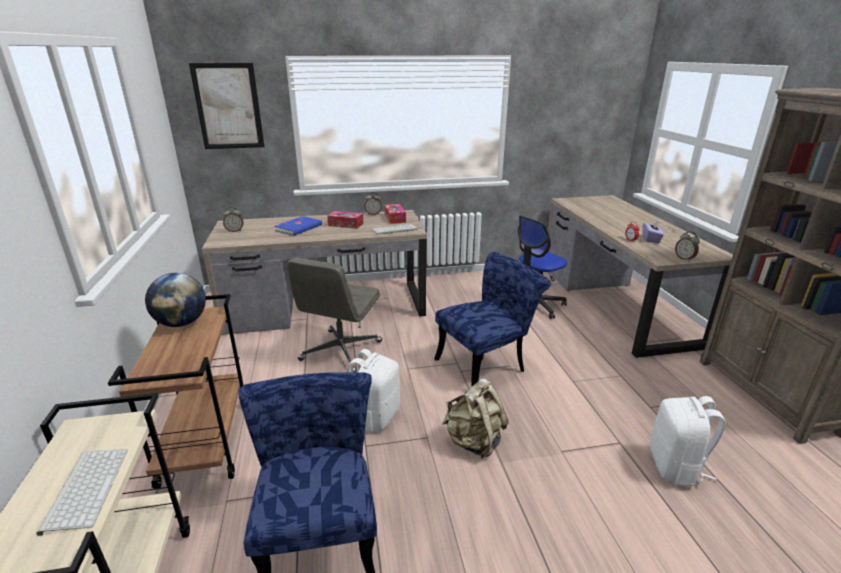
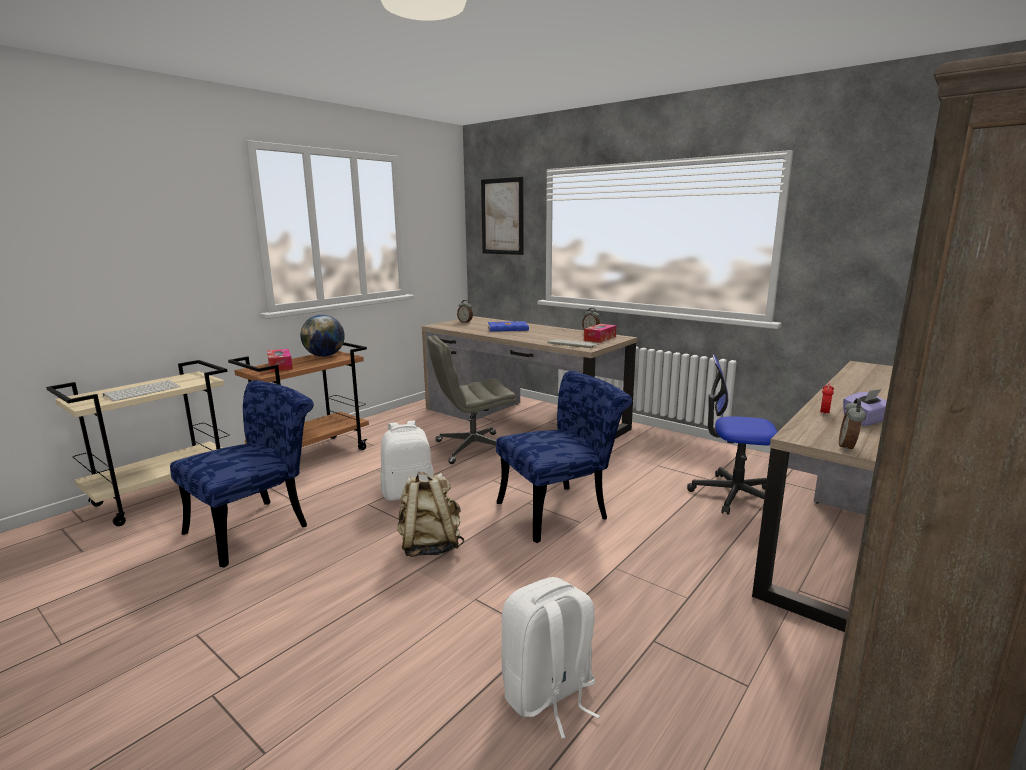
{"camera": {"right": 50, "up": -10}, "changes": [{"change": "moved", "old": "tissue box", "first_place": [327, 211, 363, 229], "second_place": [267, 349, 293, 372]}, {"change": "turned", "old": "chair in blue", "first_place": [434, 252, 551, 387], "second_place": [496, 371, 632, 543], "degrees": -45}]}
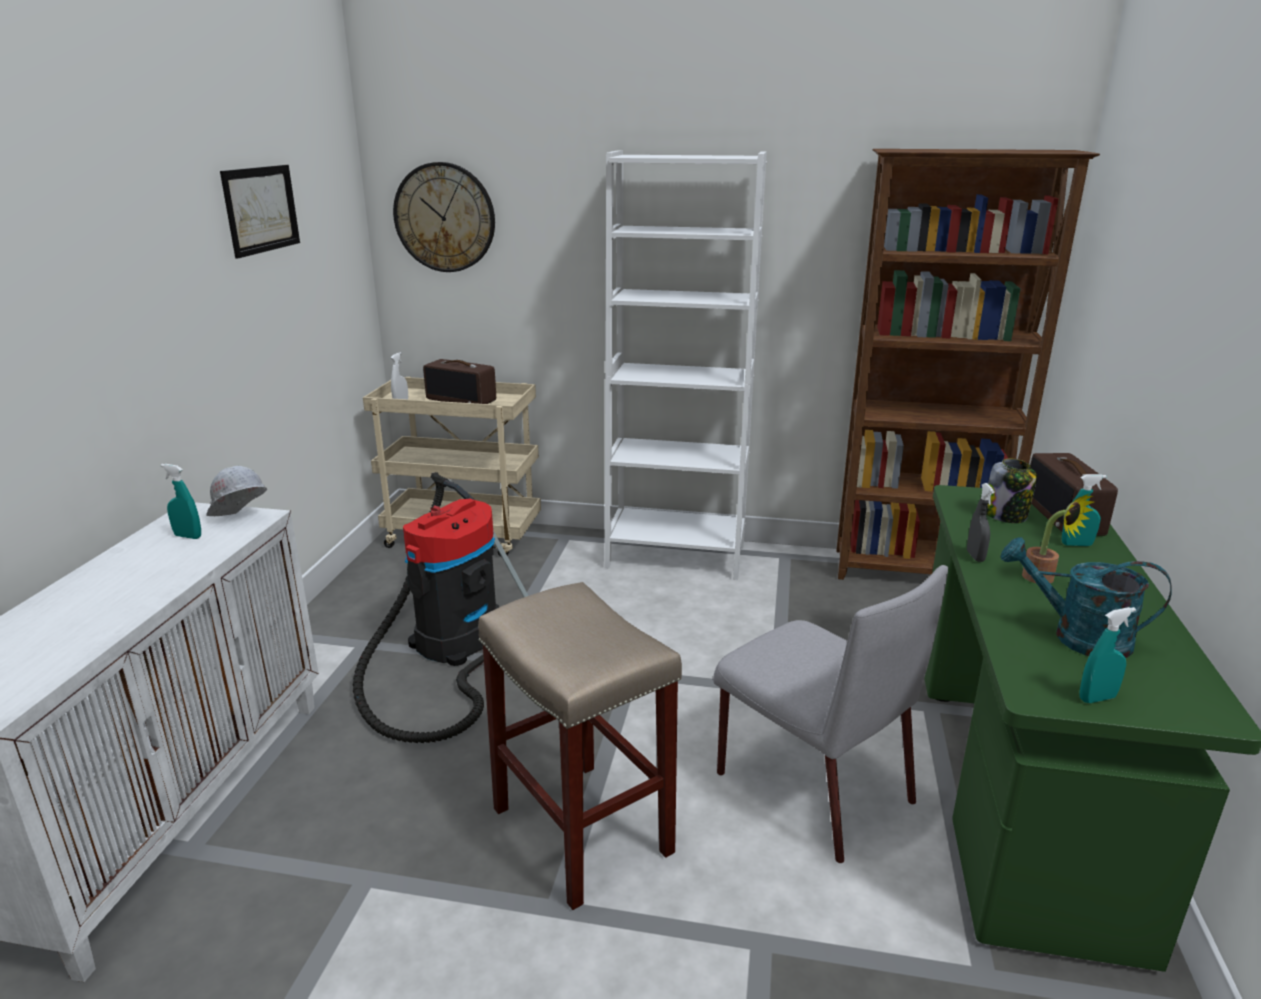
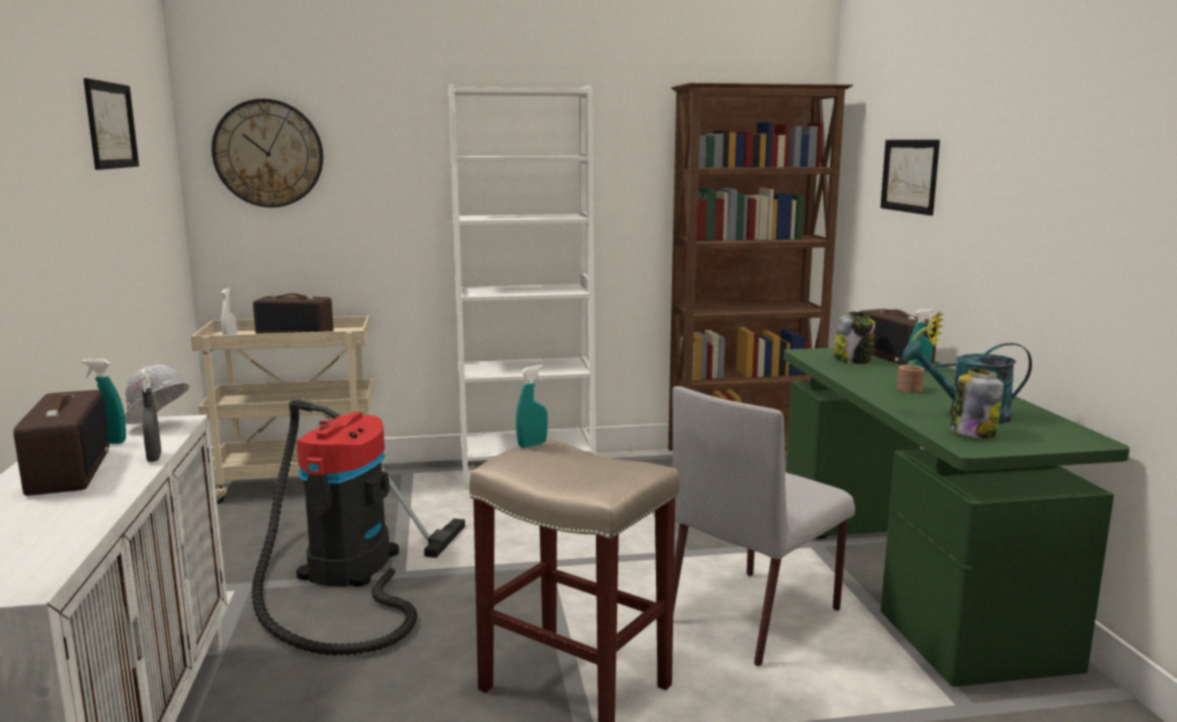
{"camera": {"right": -20, "up": -10}, "changes": [{"change": "moved", "old": "spray bottle in grey", "first_place": [967, 483, 995, 562], "second_place": [140, 369, 161, 462]}, {"change": "turned", "old": "chair in grey", "first_place": [713, 565, 948, 863], "second_place": [672, 386, 855, 666], "degrees": 105}, {"change": "moved", "old": "spray bottle in turquoise", "first_place": [1079, 607, 1136, 703], "second_place": [516, 365, 548, 448]}, {"change": "added", "new": "picture", "second_place": [880, 140, 940, 216]}, {"change": "added", "new": "jar", "second_place": [950, 369, 1004, 438]}, {"change": "added", "new": "radio", "second_place": [13, 390, 109, 496]}]}
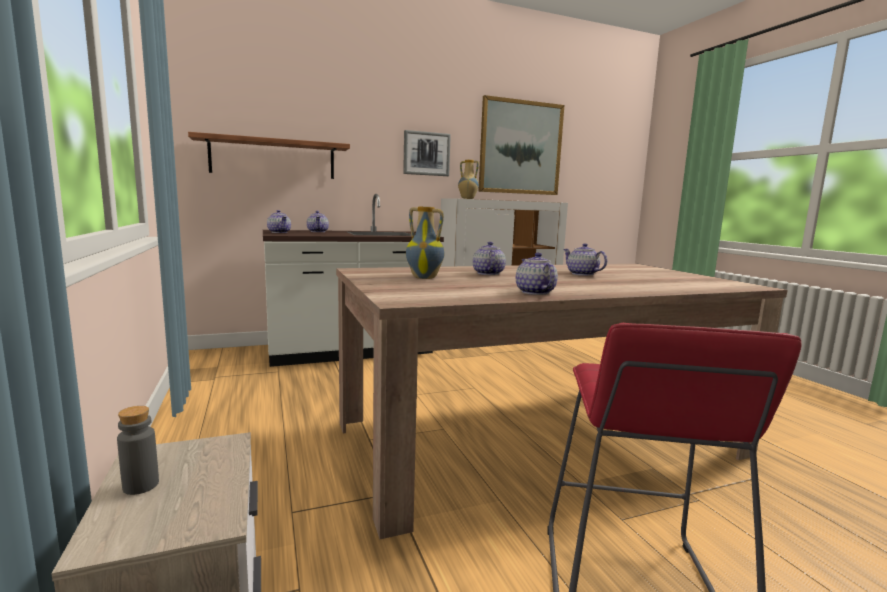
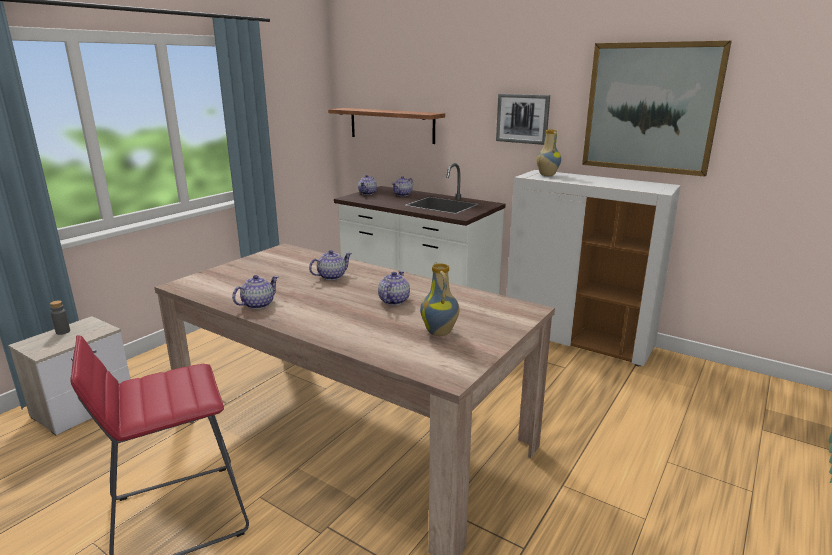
{"camera": {"right": 55, "up": 10}, "changes": [{"change": "moved", "old": "vase", "first_place": [406, 207, 444, 279], "second_place": [420, 262, 459, 336]}]}
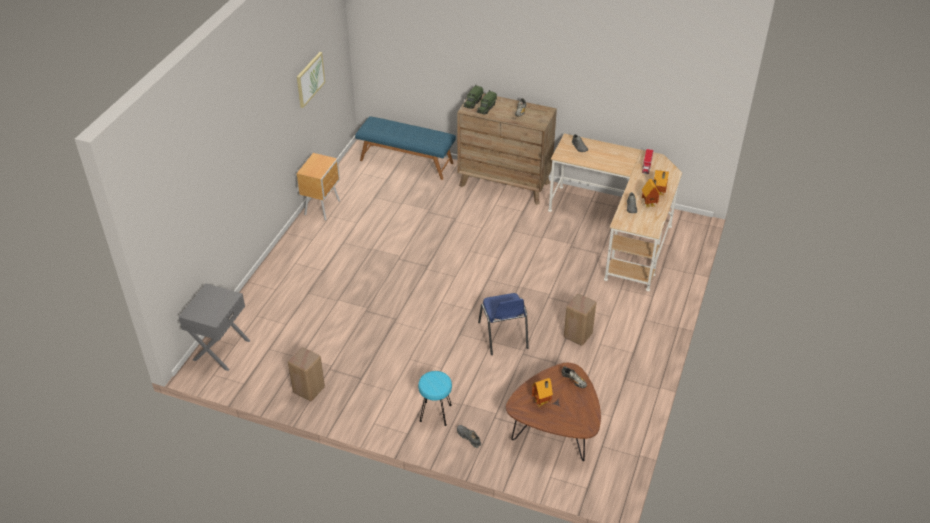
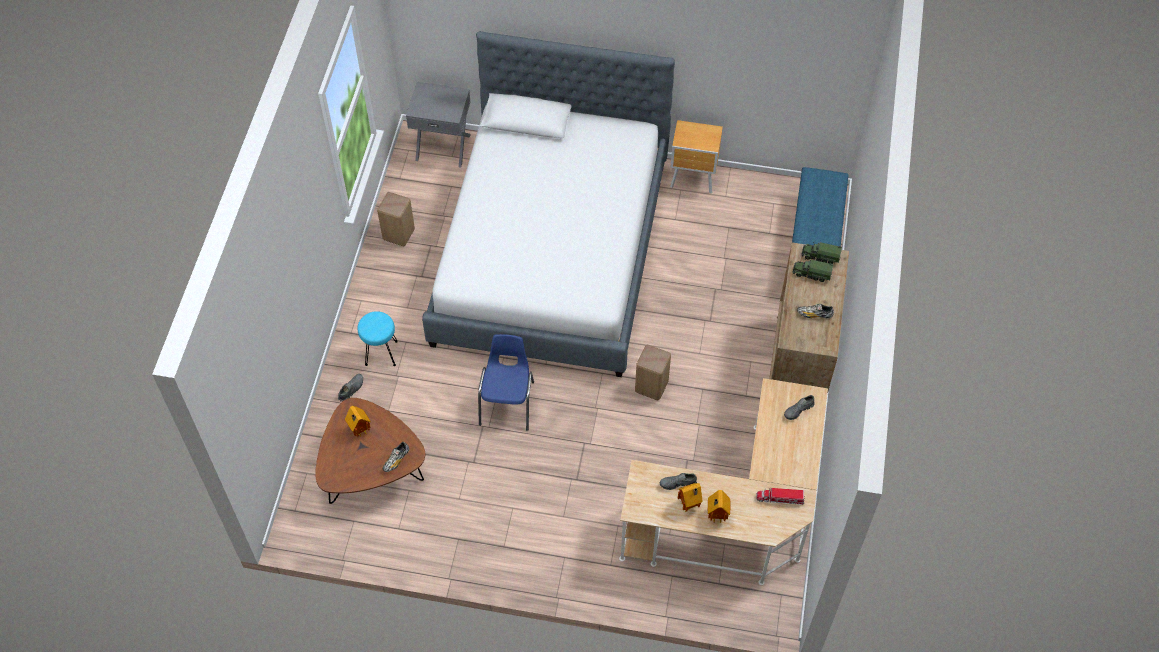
{"camera": {"right": 80, "up": 15}, "changes": [{"change": "removed", "old": "picture", "first_place": [297, 52, 325, 108]}, {"change": "turned", "old": "chair in blue", "first_place": [478, 293, 529, 355], "second_place": [478, 334, 534, 431], "degrees": 120}, {"change": "moved", "old": "stool in beige", "first_place": [564, 294, 596, 346], "second_place": [635, 345, 671, 400]}, {"change": "added", "new": "bed", "second_place": [422, 31, 675, 377]}]}
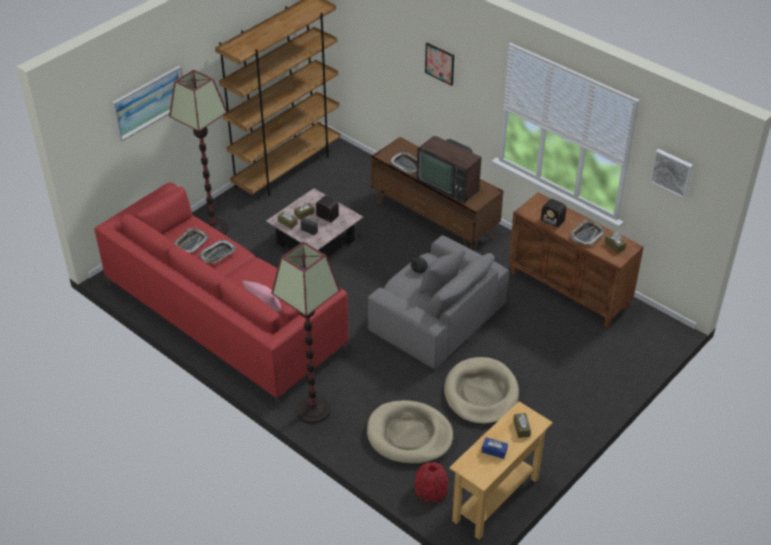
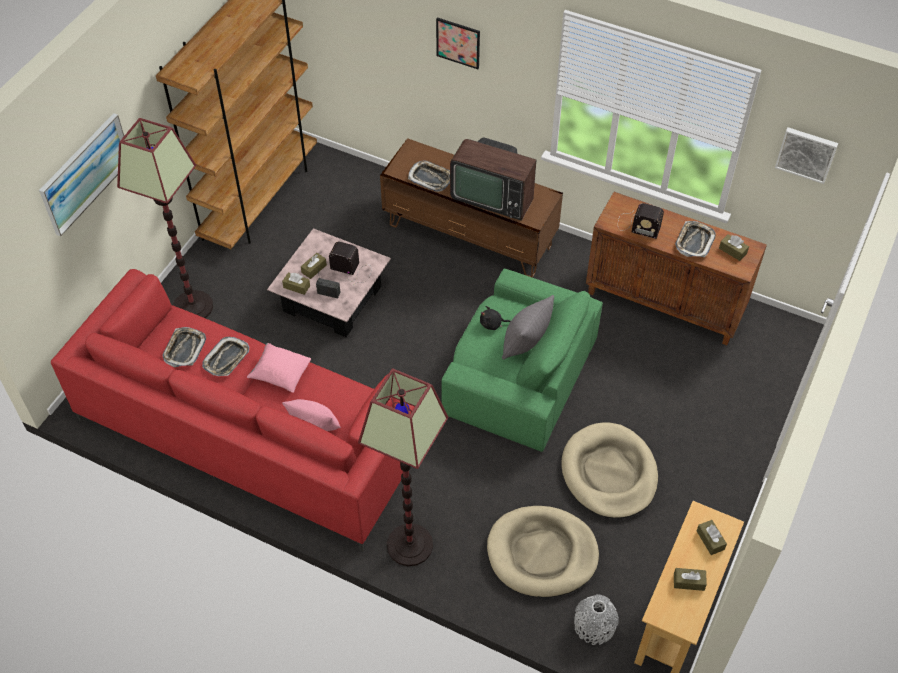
{"camera": {"right": -15, "up": 10}, "changes": [{"change": "recoloured", "old": "armchair in grey", "new": "armchair in green", "first_place": [368, 235, 509, 369], "second_place": [441, 268, 603, 452]}, {"change": "recoloured", "old": "tissue box in blue", "new": "tissue box in brown", "first_place": [482, 437, 508, 459], "second_place": [674, 568, 707, 591]}, {"change": "recoloured", "old": "vase in red", "new": "vase in grey", "first_place": [415, 462, 448, 503], "second_place": [574, 594, 619, 645]}, {"change": "added", "new": "pillow in pink", "second_place": [247, 343, 311, 393]}]}
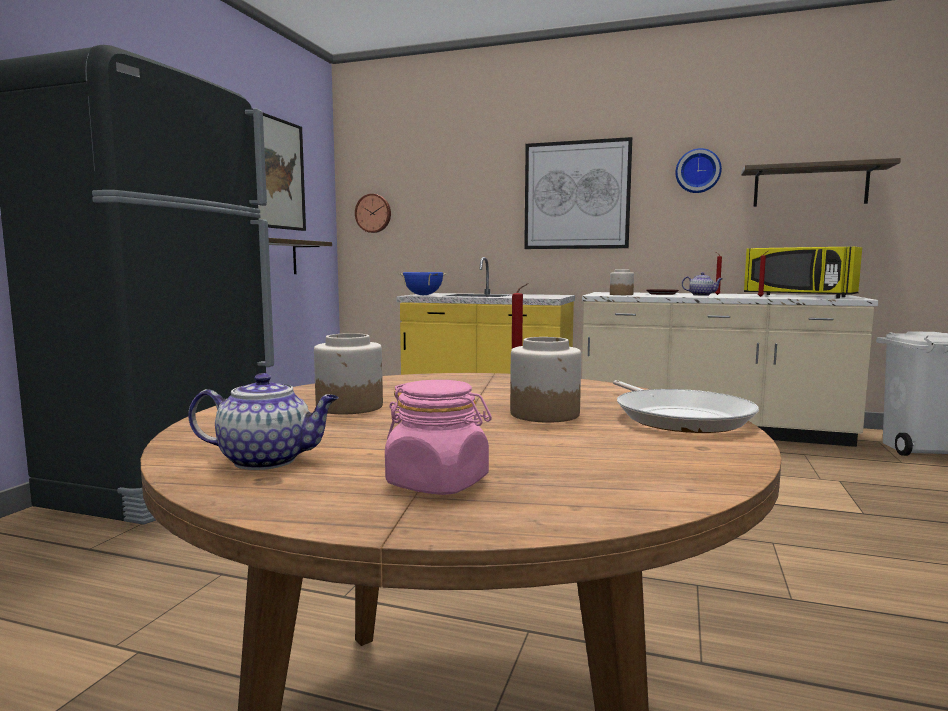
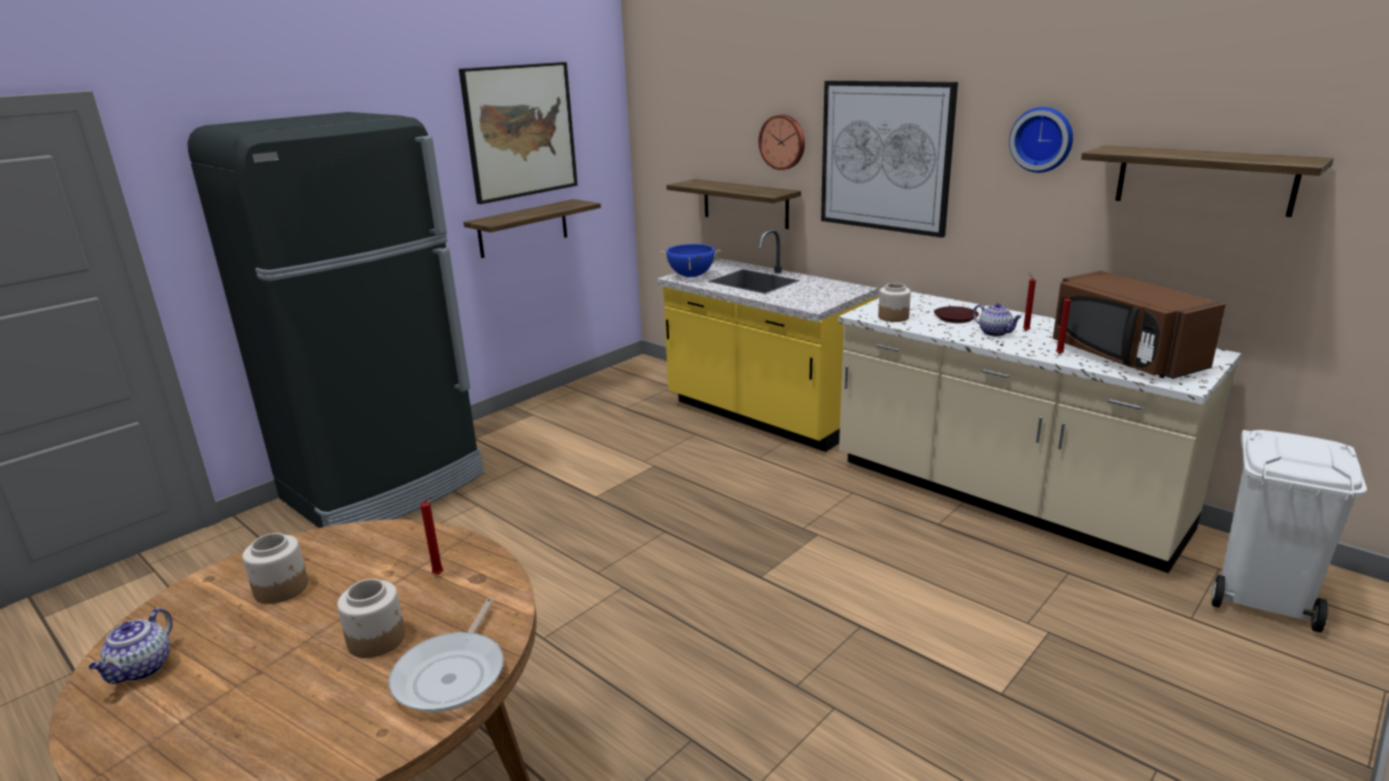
{"camera": {"right": 25, "up": 15}, "changes": [{"change": "moved", "old": "wall clock", "first_place": [355, 194, 391, 233], "second_place": [759, 115, 805, 170]}, {"change": "recoloured", "old": "microwave in yellow", "new": "microwave in brown", "first_place": [744, 247, 862, 298], "second_place": [1053, 271, 1226, 379]}, {"change": "turned", "old": "teapot", "first_place": [188, 373, 339, 470], "second_place": [89, 608, 173, 684], "degrees": 75}, {"change": "removed", "old": "jar in pink", "first_place": [385, 380, 492, 495]}, {"change": "added", "new": "shelf", "second_place": [666, 179, 801, 229]}]}
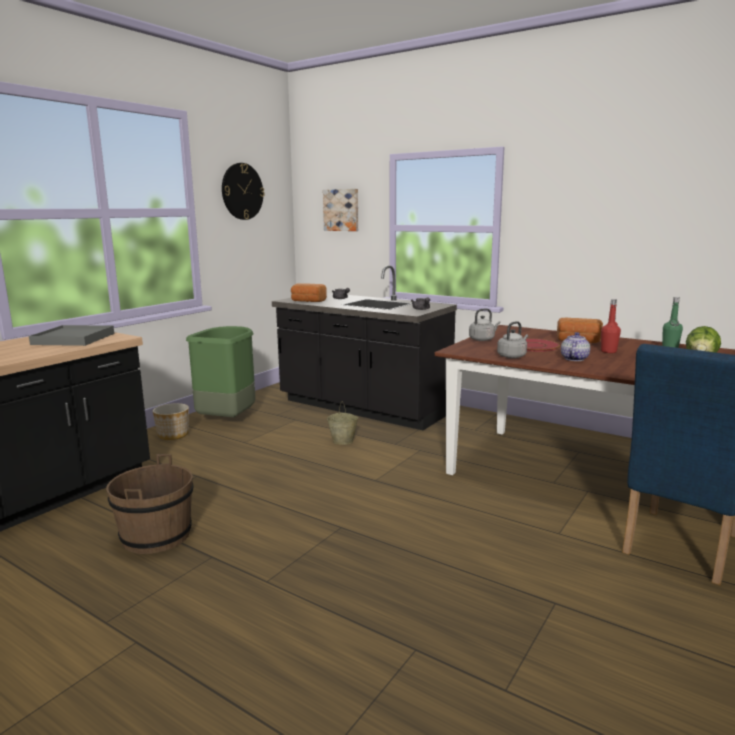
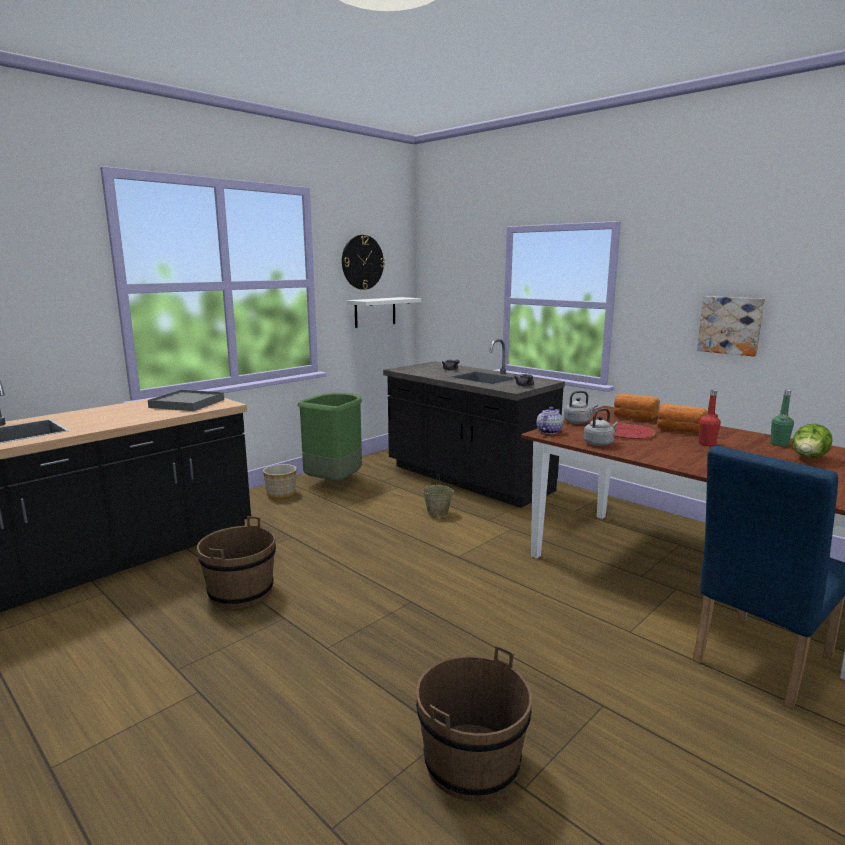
{"camera": {"right": 10, "up": 0}, "changes": [{"change": "moved", "old": "picture", "first_place": [323, 189, 358, 231], "second_place": [697, 296, 765, 357]}, {"change": "moved", "old": "bread", "first_place": [291, 283, 327, 302], "second_place": [614, 394, 660, 420]}, {"change": "moved", "old": "teapot", "first_place": [561, 332, 590, 361], "second_place": [536, 407, 563, 434]}, {"change": "added", "new": "shelf in white", "second_place": [346, 297, 421, 328]}, {"change": "added", "new": "bucket in brown", "second_place": [416, 645, 532, 802]}]}
